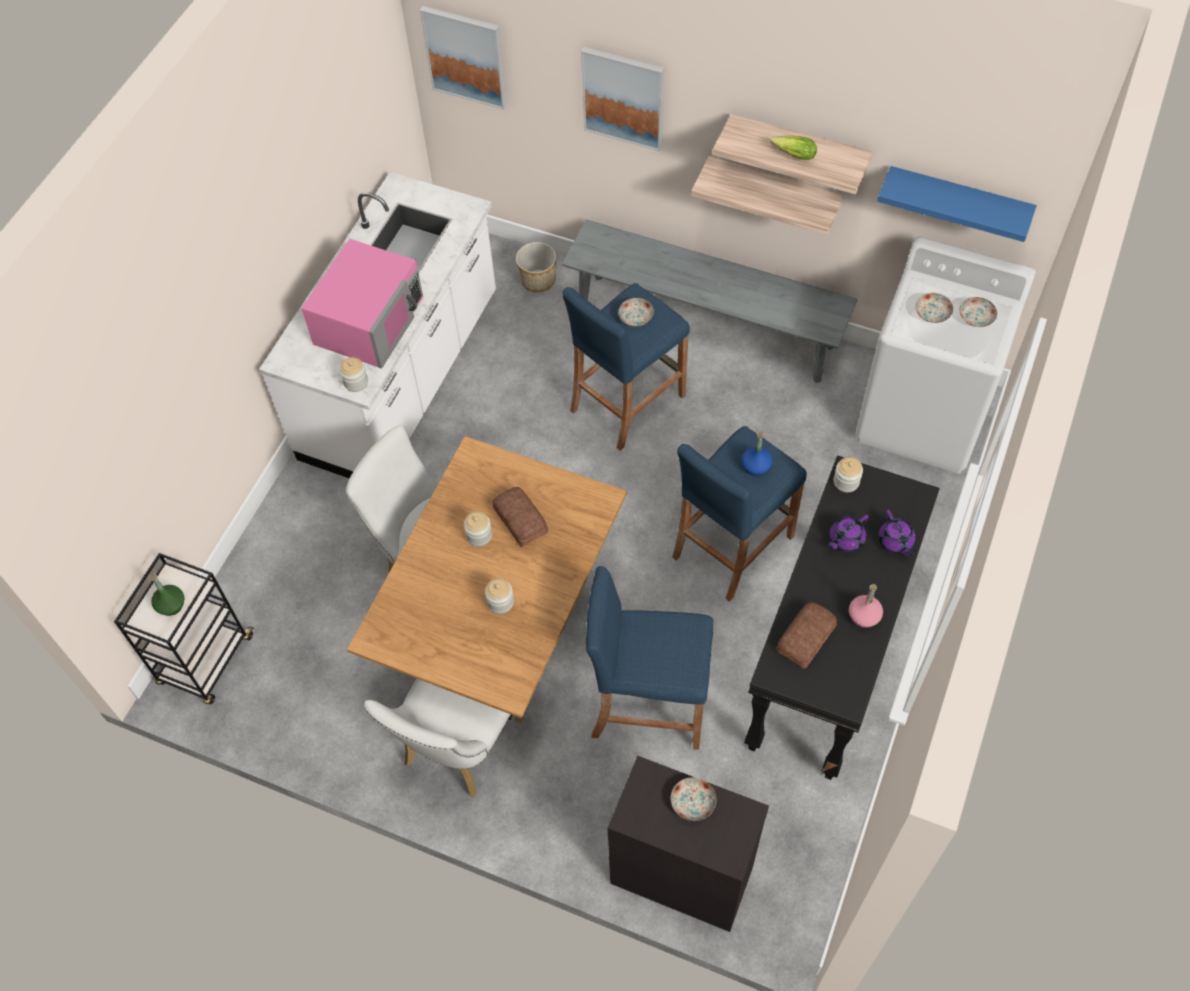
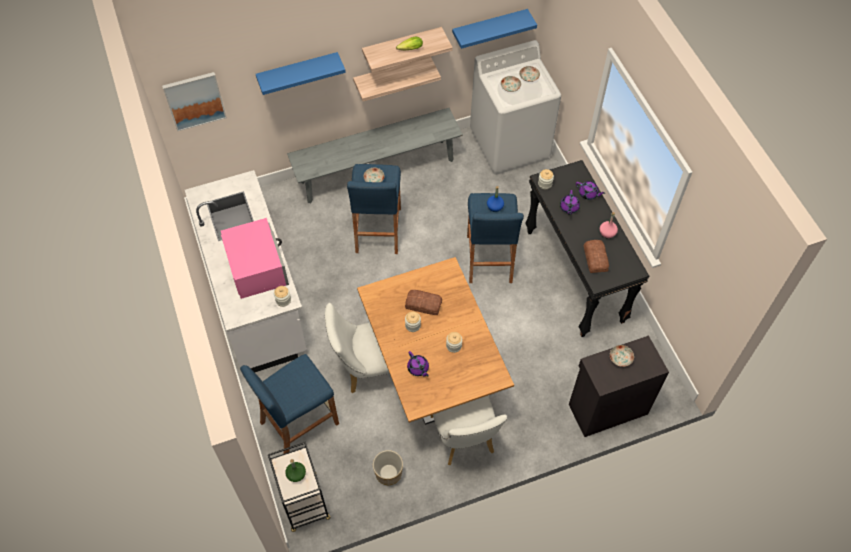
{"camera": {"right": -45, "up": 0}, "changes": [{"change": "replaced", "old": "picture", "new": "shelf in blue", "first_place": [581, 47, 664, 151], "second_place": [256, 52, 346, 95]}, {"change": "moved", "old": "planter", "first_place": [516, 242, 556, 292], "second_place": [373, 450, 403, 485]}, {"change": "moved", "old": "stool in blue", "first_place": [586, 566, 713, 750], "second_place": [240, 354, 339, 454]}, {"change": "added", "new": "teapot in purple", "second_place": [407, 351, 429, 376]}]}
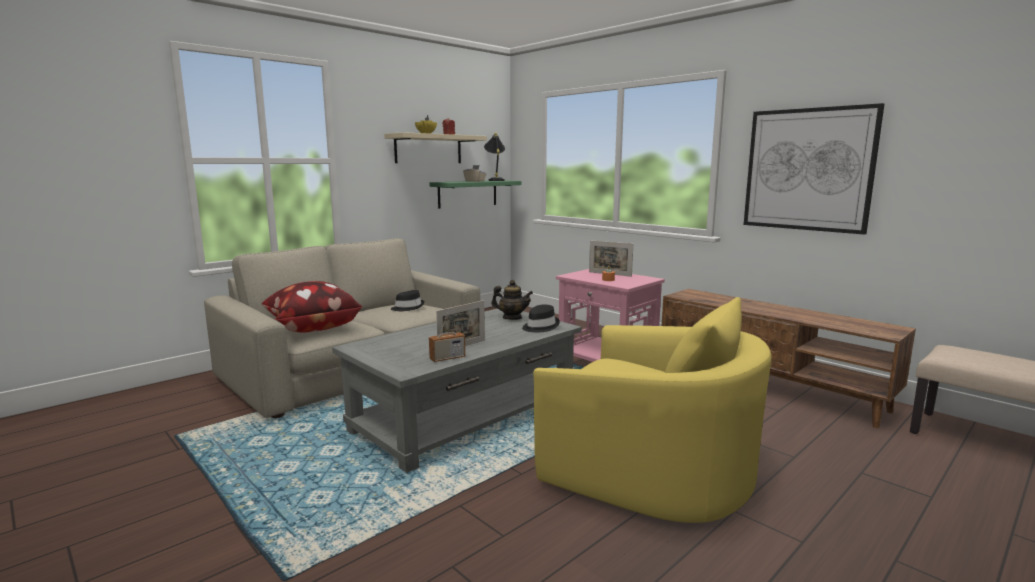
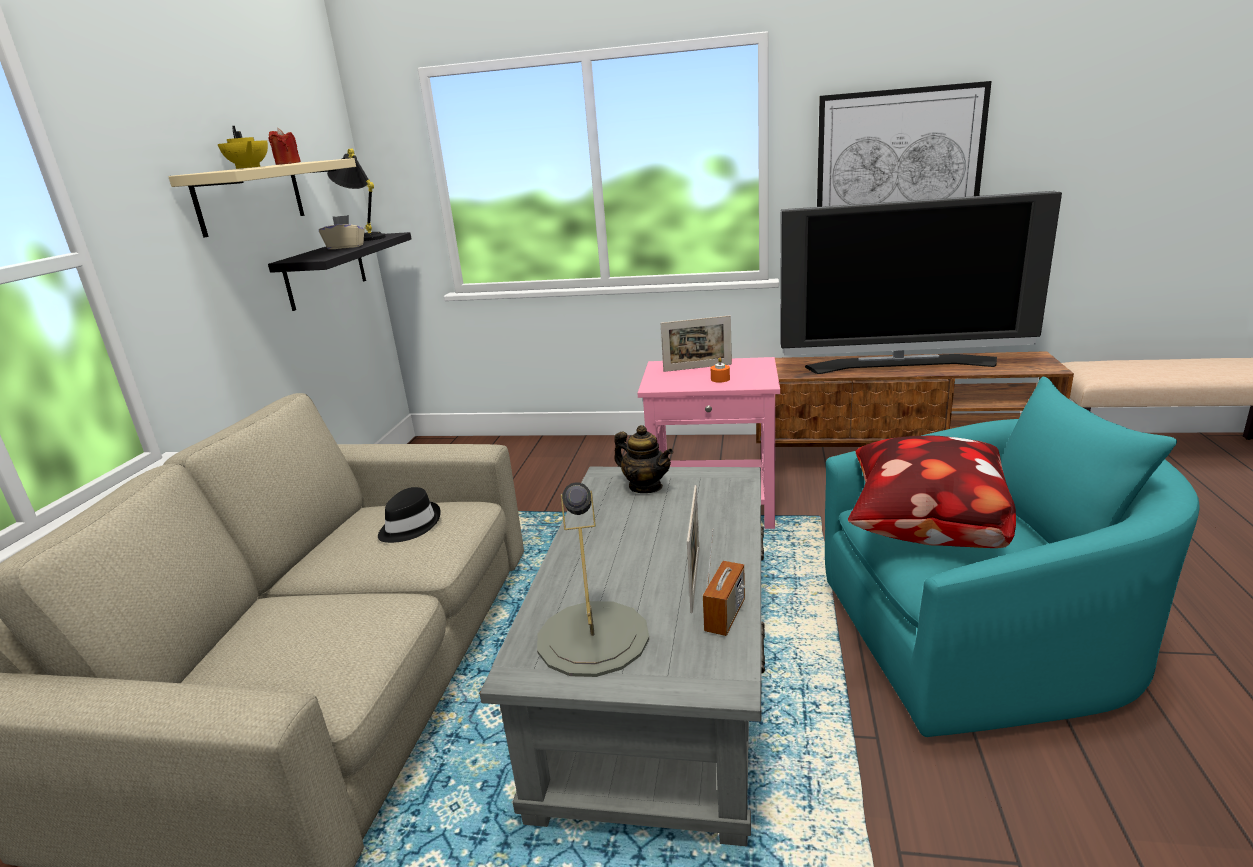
{"camera": {"right": -35, "up": 10}, "changes": [{"change": "recoloured", "old": "shelf in green", "new": "shelf in black", "first_place": [429, 180, 522, 209], "second_place": [268, 232, 411, 311]}, {"change": "turned", "old": "teapot", "first_place": [491, 280, 533, 320], "second_place": [614, 425, 673, 493], "degrees": 60}, {"change": "moved", "old": "pillow", "first_place": [262, 281, 362, 333], "second_place": [848, 436, 1016, 548]}, {"change": "recoloured", "old": "armchair in yellow", "new": "armchair in turquoise", "first_place": [533, 297, 772, 523], "second_place": [825, 377, 1200, 737]}, {"change": "removed", "old": "hat in black", "first_place": [522, 305, 560, 332]}, {"change": "added", "new": "television", "second_place": [780, 191, 1062, 374]}, {"change": "added", "new": "table lamp in grey", "second_place": [537, 482, 649, 677]}]}
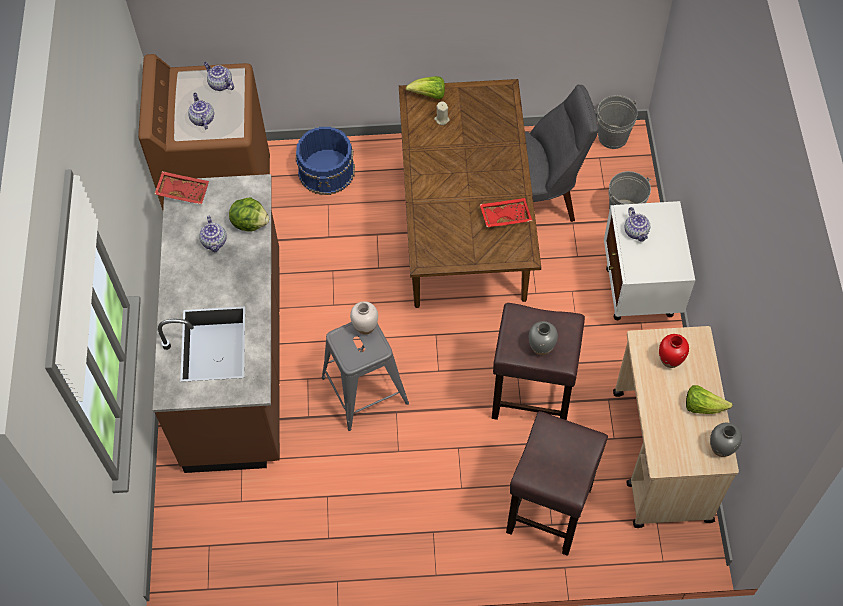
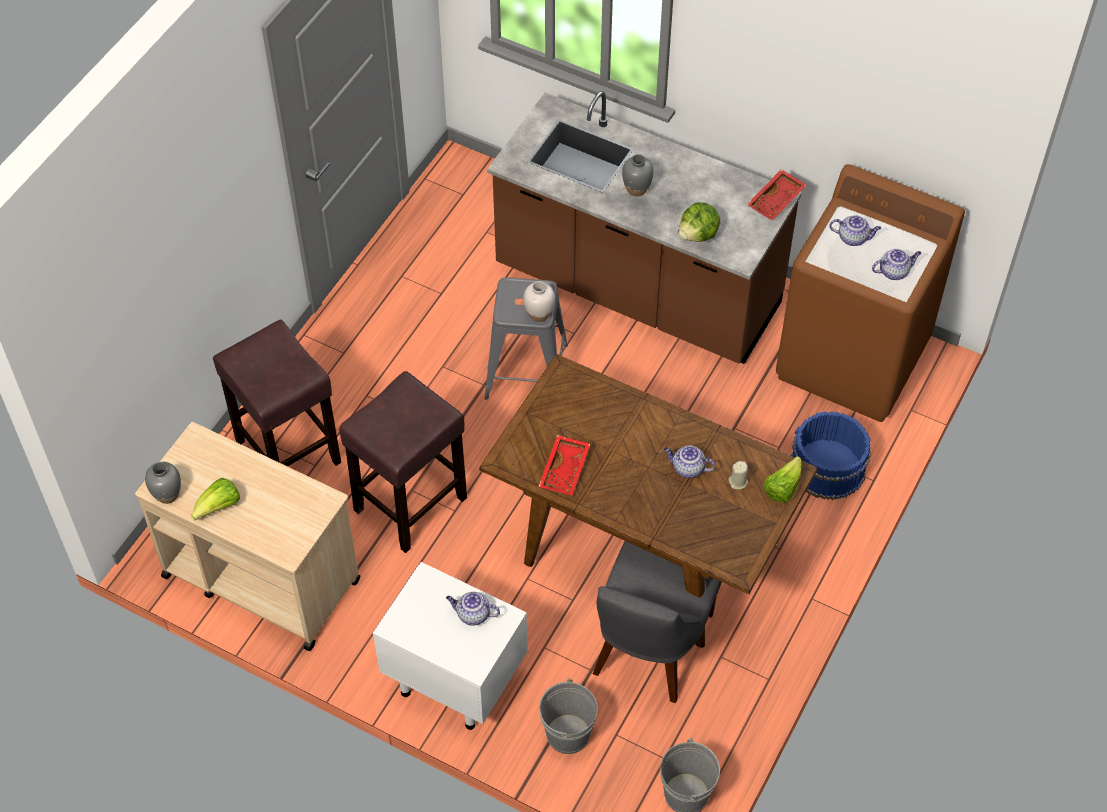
{"camera": {"right": 120, "up": -5}, "changes": [{"change": "moved", "old": "teapot", "first_place": [199, 216, 226, 252], "second_place": [664, 446, 716, 478]}, {"change": "moved", "old": "vase in grey", "first_place": [529, 321, 558, 355], "second_place": [622, 154, 653, 196]}, {"change": "removed", "old": "vase in red", "first_place": [659, 334, 689, 368]}]}
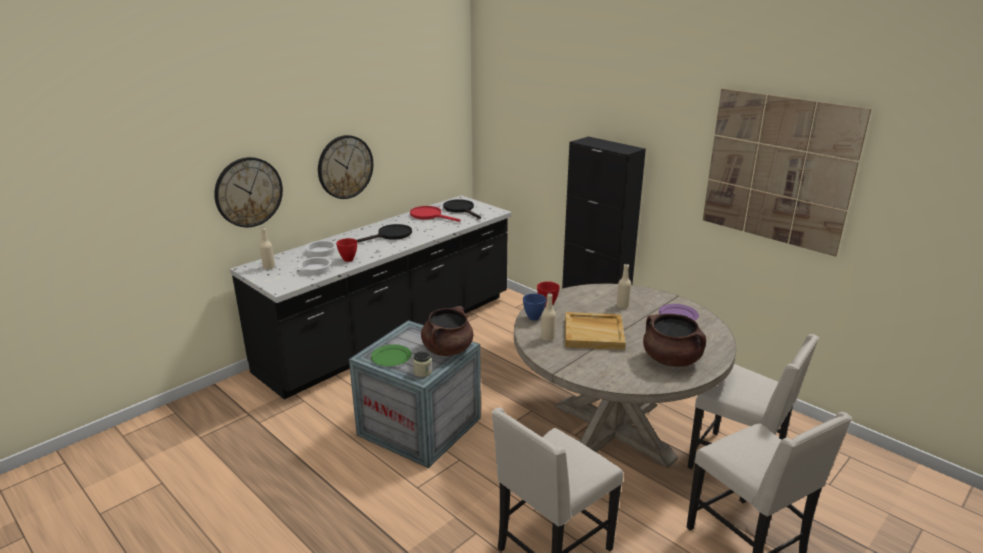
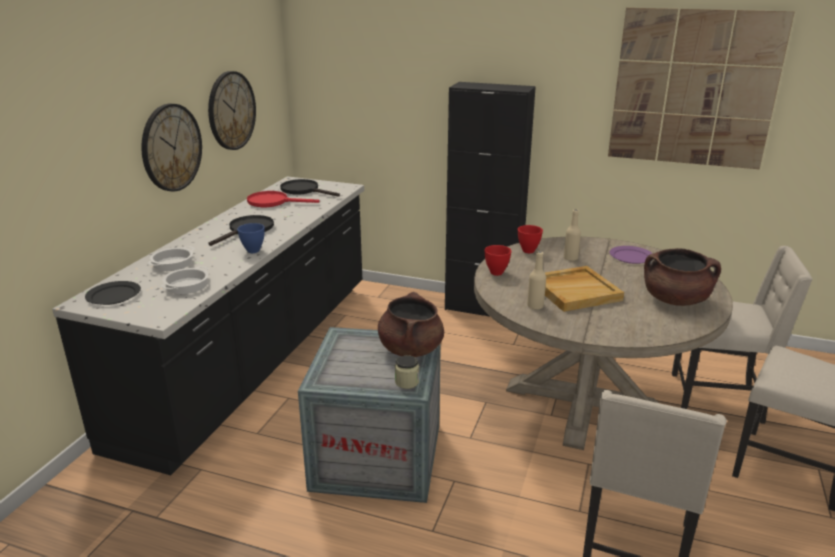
{"camera": {"right": -25, "up": 0}, "changes": [{"change": "moved", "old": "wall clock", "first_place": [214, 157, 283, 227], "second_place": [208, 71, 256, 150]}, {"change": "replaced", "old": "bottle in beige", "new": "plate in black", "first_place": [260, 227, 275, 269], "second_place": [85, 281, 141, 305]}, {"change": "moved", "old": "bowl in red", "first_place": [336, 238, 357, 262], "second_place": [518, 225, 543, 253]}, {"change": "moved", "old": "bowl in blue", "first_place": [523, 293, 546, 321], "second_place": [237, 223, 265, 253]}, {"change": "removed", "old": "plate in green", "first_place": [371, 345, 412, 366]}]}
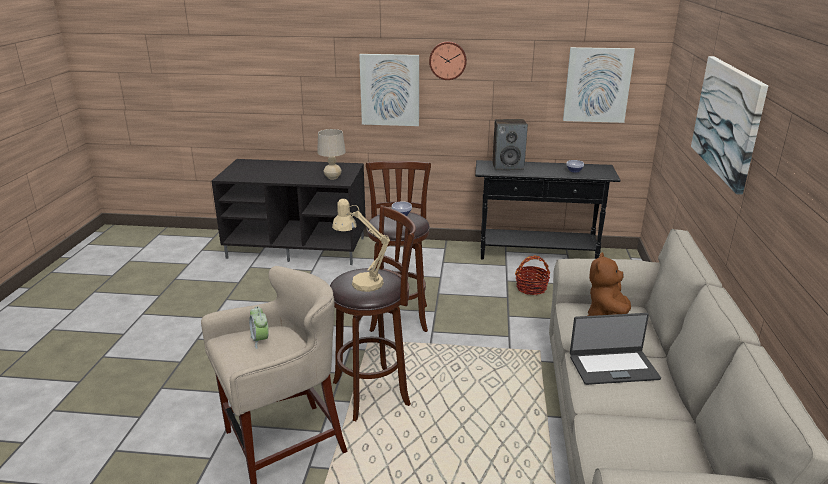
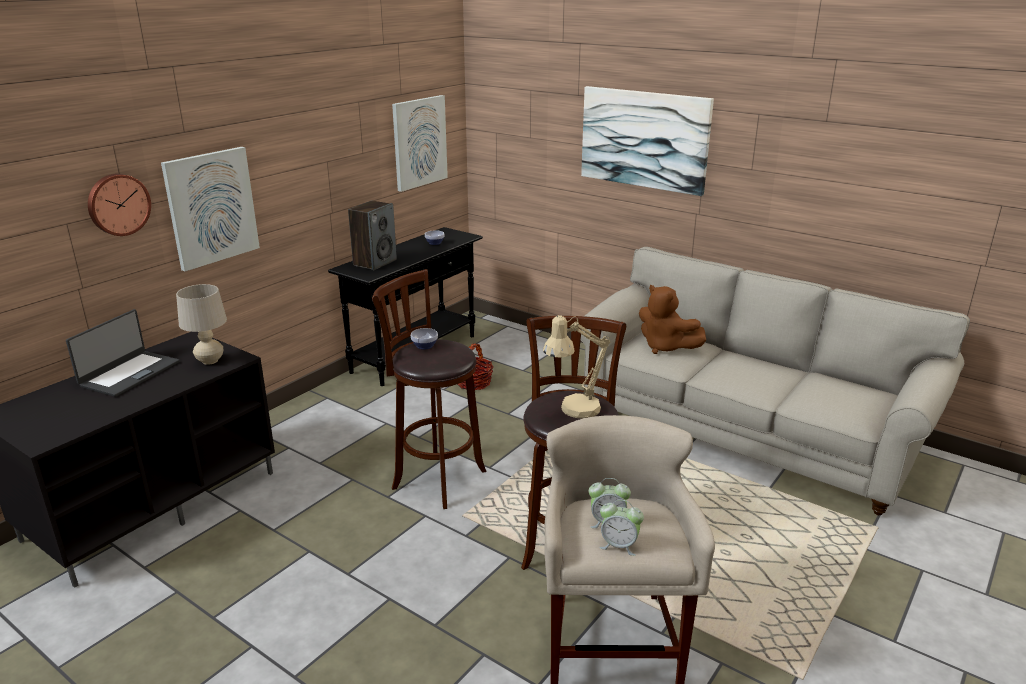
{"camera": {"right": -60, "up": 0}, "changes": [{"change": "moved", "old": "wall clock", "first_place": [429, 41, 467, 80], "second_place": [88, 174, 151, 236]}, {"change": "moved", "old": "laptop", "first_place": [570, 313, 661, 385], "second_place": [66, 309, 179, 397]}, {"change": "added", "new": "alarm clock", "second_place": [599, 499, 644, 556]}]}
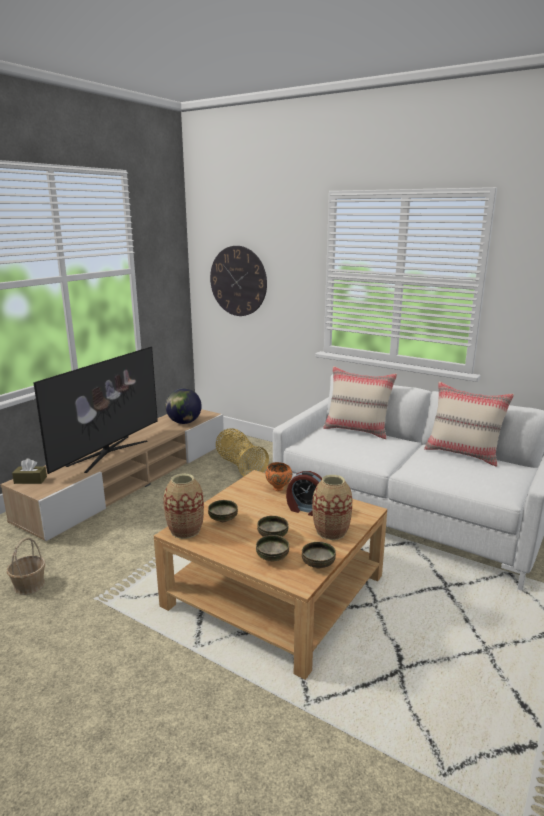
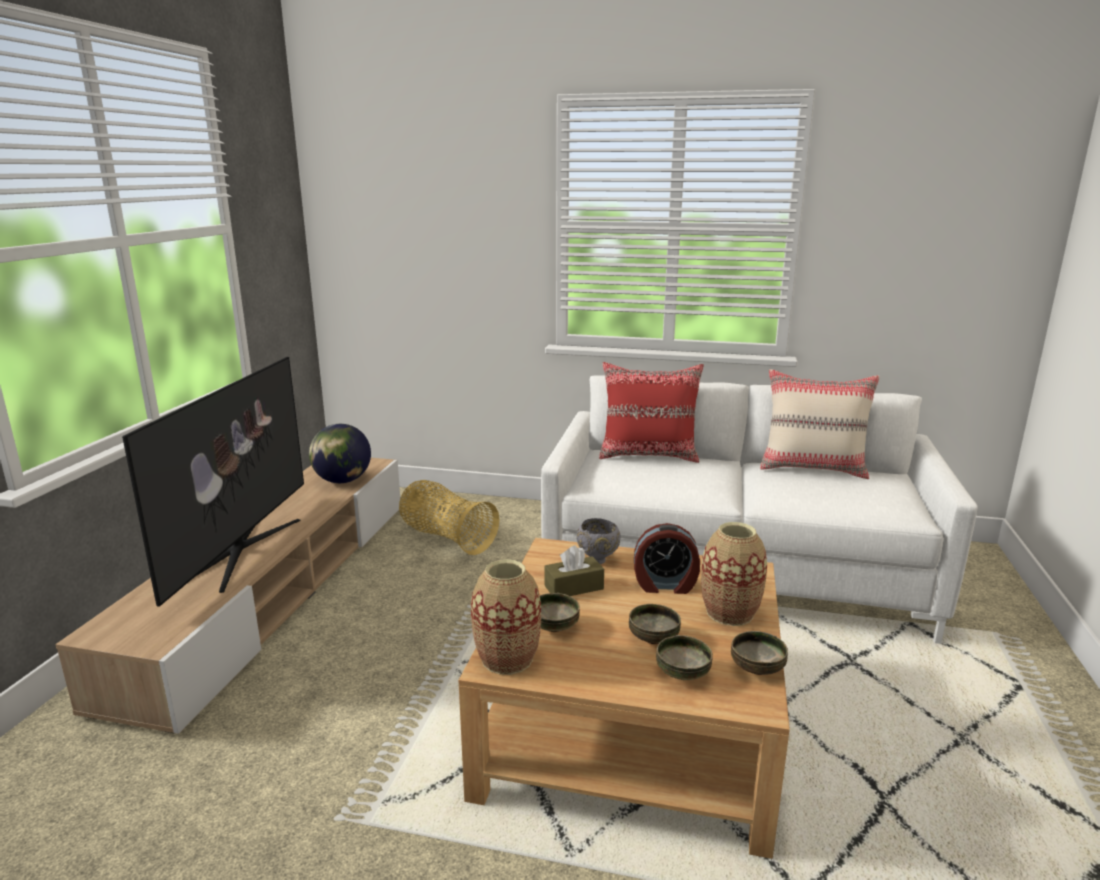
{"camera": {"right": -20, "up": 0}, "changes": [{"change": "removed", "old": "wall clock", "first_place": [210, 246, 267, 316]}, {"change": "recoloured", "old": "pillow in beige", "new": "pillow in red", "first_place": [323, 366, 397, 439], "second_place": [599, 362, 704, 463]}, {"change": "moved", "old": "tissue box in brown", "first_place": [12, 458, 47, 484], "second_place": [544, 545, 604, 596]}, {"change": "recoloured", "old": "bowl in orange", "new": "bowl in grey", "first_place": [265, 462, 292, 491], "second_place": [576, 518, 621, 564]}, {"change": "removed", "old": "basket", "first_place": [6, 537, 45, 595]}]}
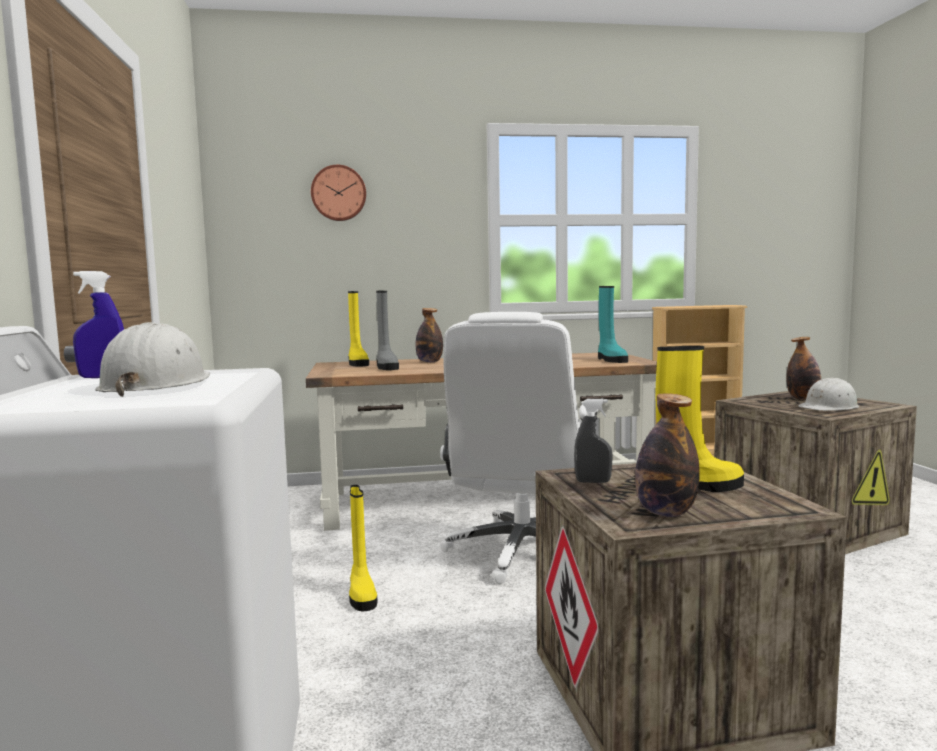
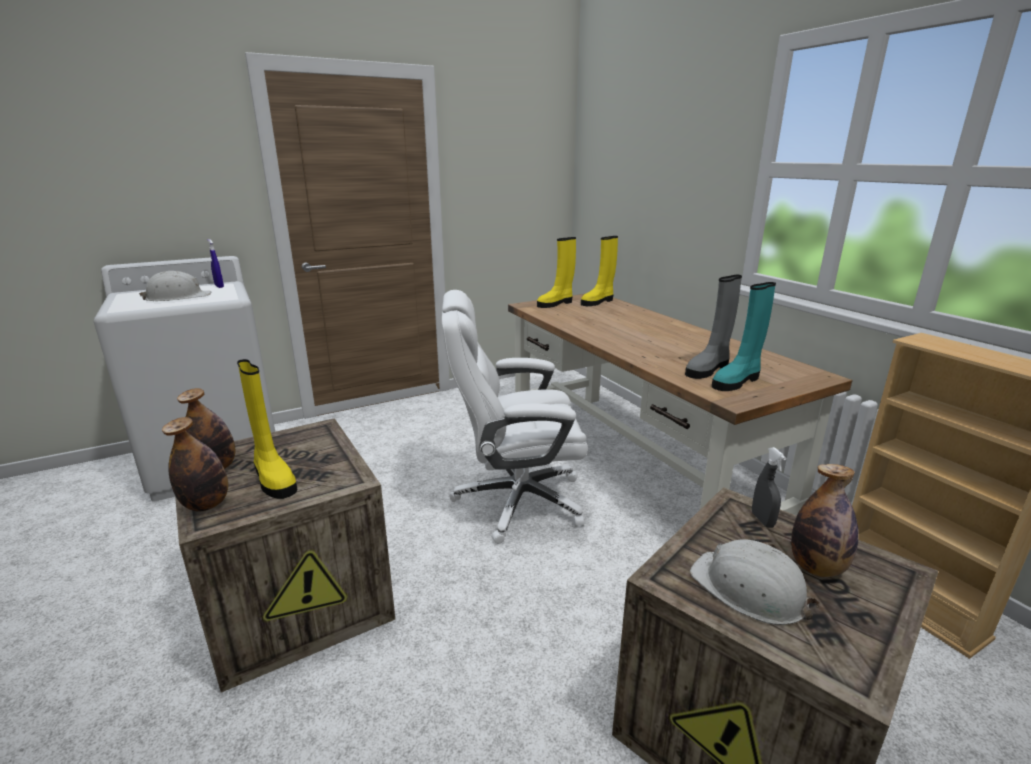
{"camera": {"right": 70, "up": 15}, "changes": [{"change": "removed", "old": "wall clock", "first_place": [311, 165, 366, 221]}, {"change": "moved", "old": "boot in grey", "first_place": [376, 291, 399, 370], "second_place": [685, 275, 742, 379]}, {"change": "moved", "old": "bottle", "first_place": [415, 308, 443, 363], "second_place": [162, 417, 228, 512]}, {"change": "moved", "old": "spray bottle in grey", "first_place": [574, 399, 613, 483], "second_place": [752, 447, 786, 528]}, {"change": "moved", "old": "boot in yellow", "first_place": [349, 485, 378, 611], "second_place": [537, 237, 576, 308]}]}
